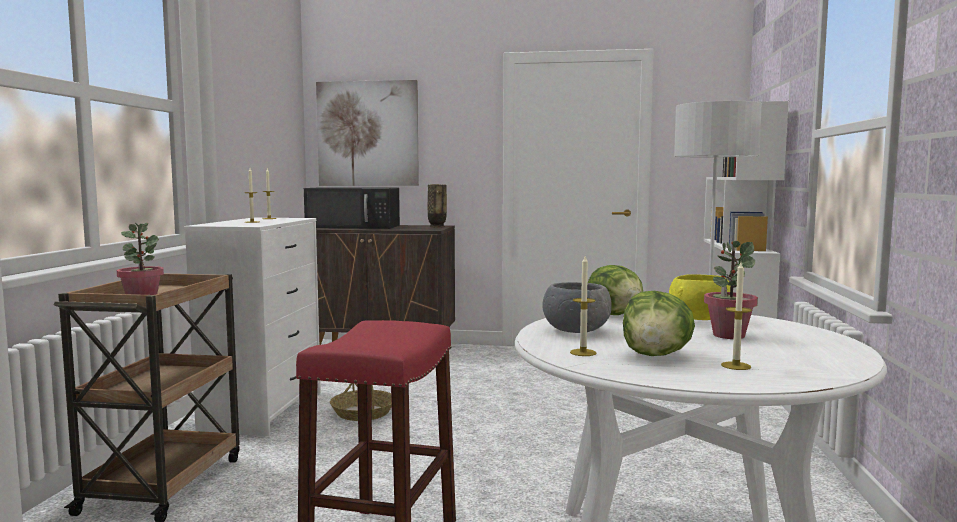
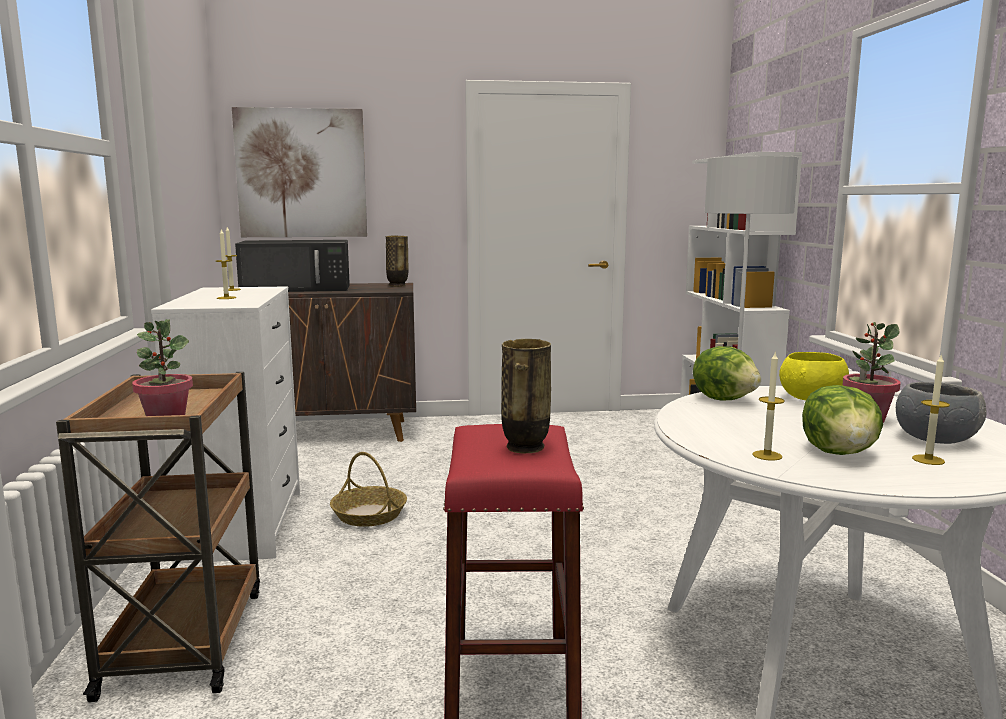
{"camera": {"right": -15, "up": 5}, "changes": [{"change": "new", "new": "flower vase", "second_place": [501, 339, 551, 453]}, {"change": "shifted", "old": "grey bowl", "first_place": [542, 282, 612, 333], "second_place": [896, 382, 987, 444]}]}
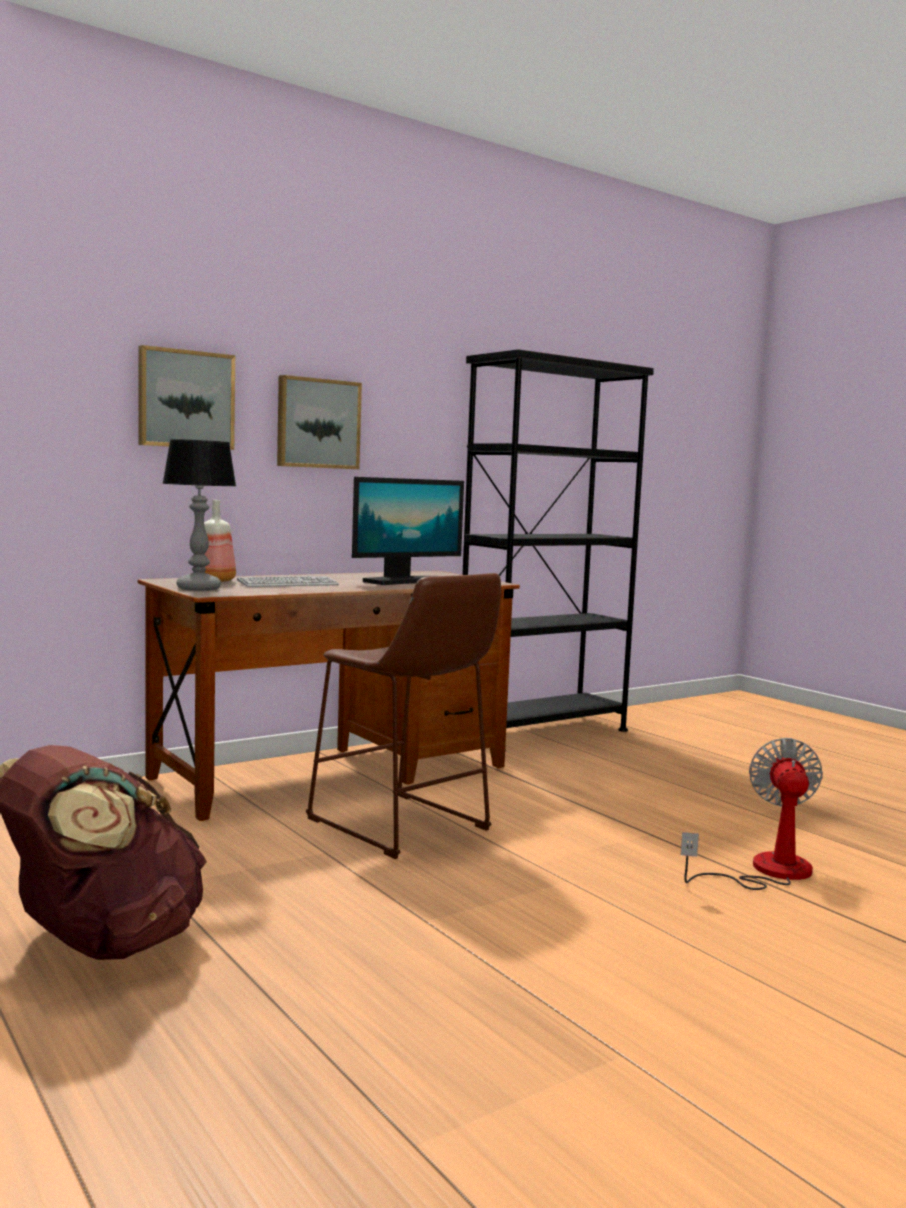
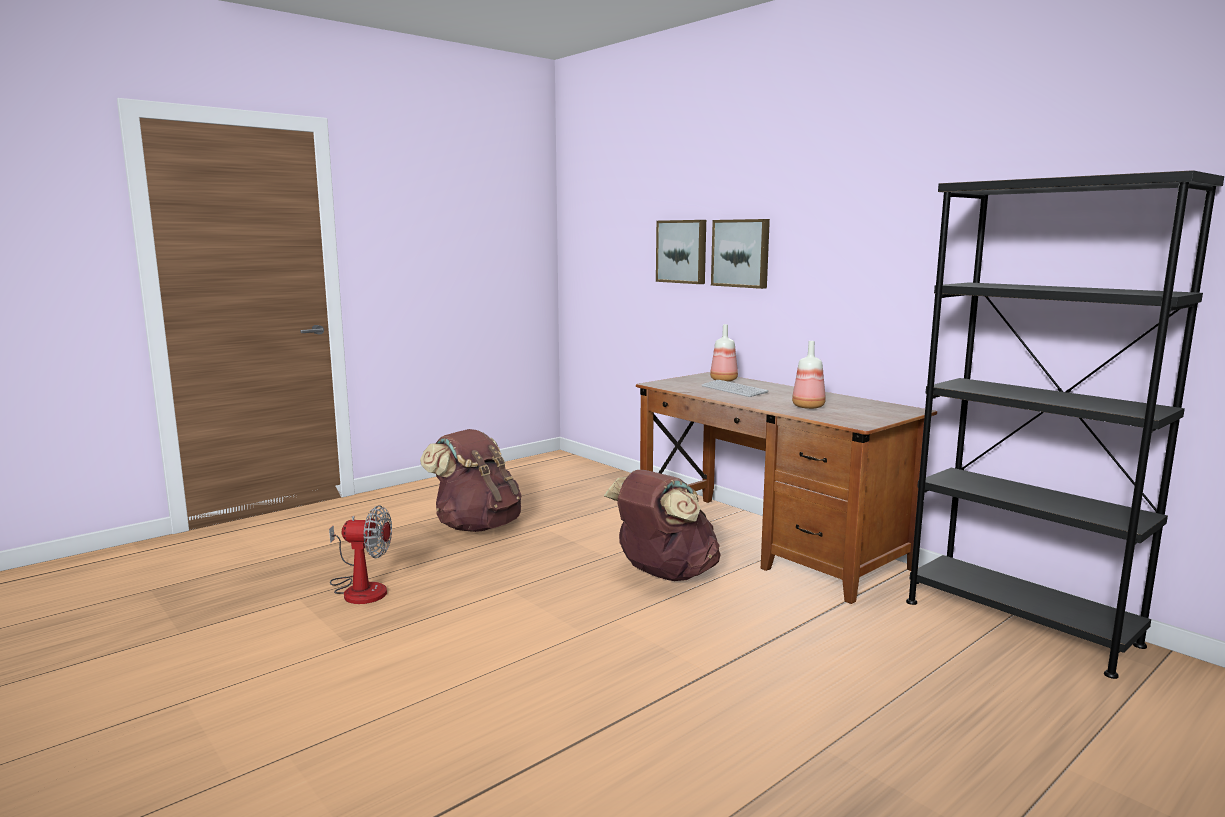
{"camera": {"right": 85, "up": 5}, "changes": [{"change": "gone", "old": "table lamp", "first_place": [162, 439, 236, 591]}, {"change": "shifted", "old": "wall picture", "first_place": [277, 375, 362, 469], "second_place": [656, 220, 706, 284]}, {"change": "shifted", "old": "electric fan", "first_place": [681, 738, 823, 890], "second_place": [329, 505, 392, 604]}, {"change": "swapped", "old": "brown sitting stool", "new": "brown rucksack", "first_place": [306, 573, 501, 859], "second_place": [604, 470, 721, 581]}, {"change": "swapped", "old": "monitor", "new": "beverage bottle", "first_place": [352, 477, 464, 585], "second_place": [792, 341, 826, 409]}]}
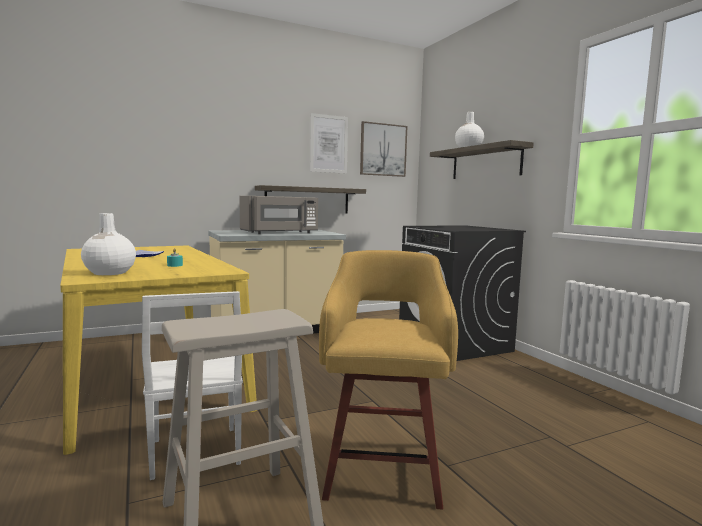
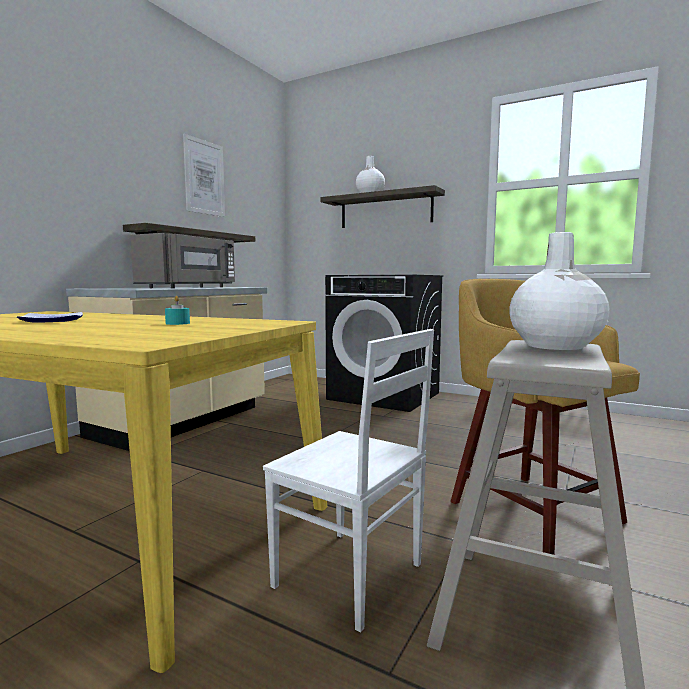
{"camera": {"right": -35, "up": 0}, "changes": [{"change": "gone", "old": "wall picture", "first_place": [360, 121, 408, 177]}, {"change": "shifted", "old": "whitish flower vase", "first_place": [81, 213, 136, 275], "second_place": [509, 232, 610, 350]}]}
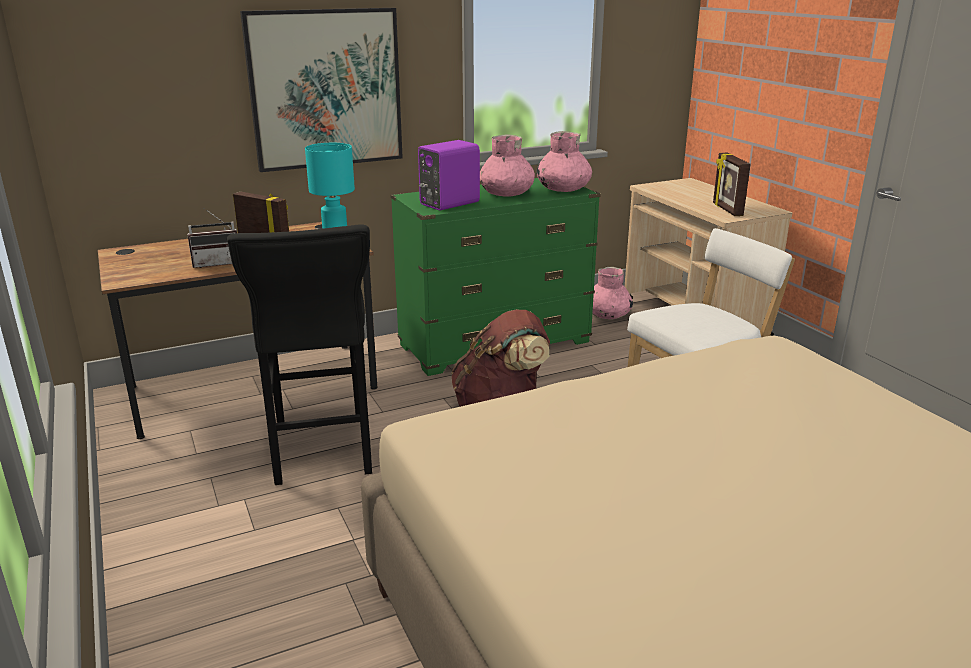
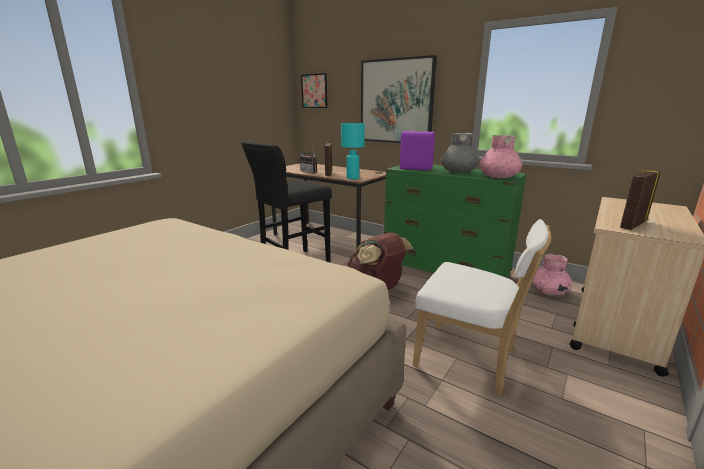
{"camera": {"right": 60, "up": -5}, "changes": [{"change": "new", "new": "wall picture", "second_place": [301, 73, 327, 108]}, {"change": "repainted", "old": "pinkish flower vase", "new": "grey flower vase", "first_place": [480, 134, 535, 197], "second_place": [441, 133, 479, 173]}]}
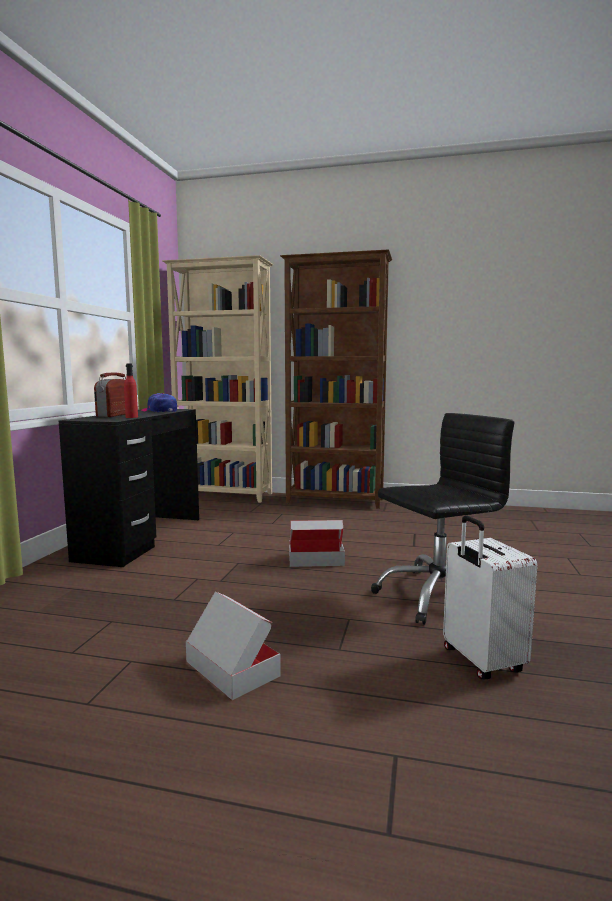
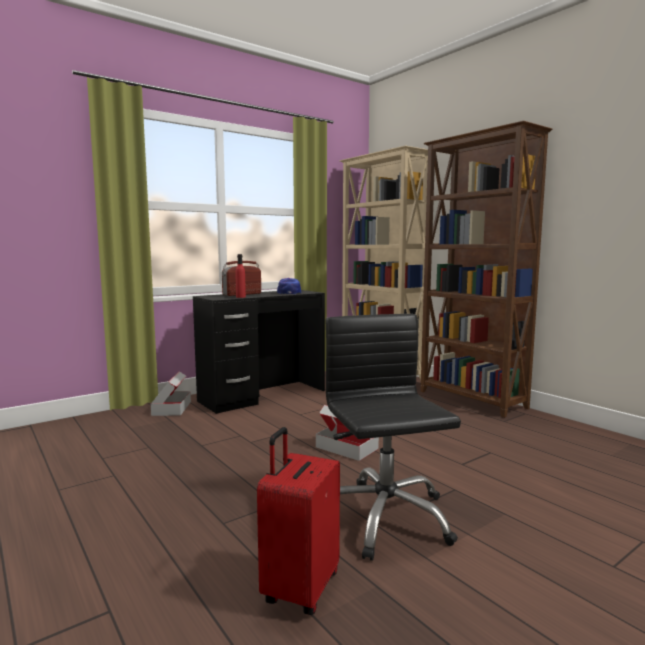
{"camera": {"right": 40, "up": 0}, "changes": [{"change": "shifted", "old": "cardboard box", "first_place": [186, 592, 281, 700], "second_place": [151, 371, 191, 416]}, {"change": "repainted", "old": "whitish piece of luggage", "new": "red piece of luggage", "first_place": [443, 515, 537, 679], "second_place": [257, 427, 340, 615]}, {"change": "rotated", "old": "black-coloured desk chair", "first_place": [371, 413, 514, 625], "second_place": [326, 314, 461, 561], "degrees": -120}]}
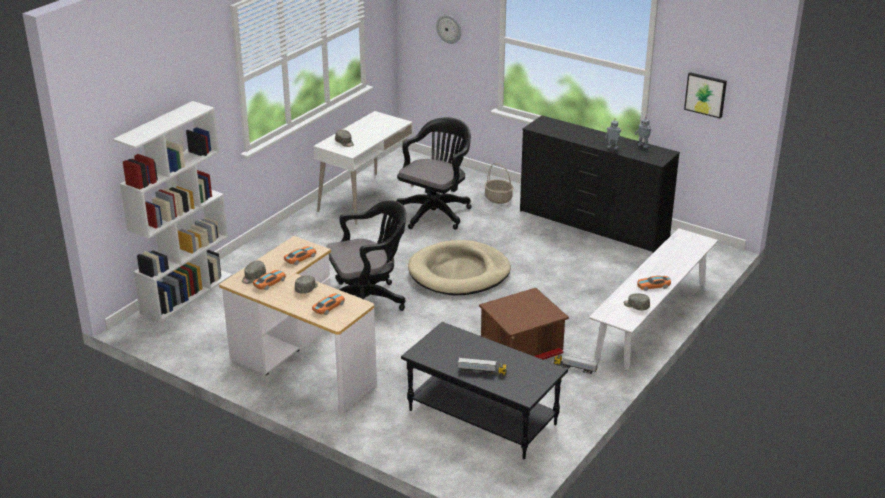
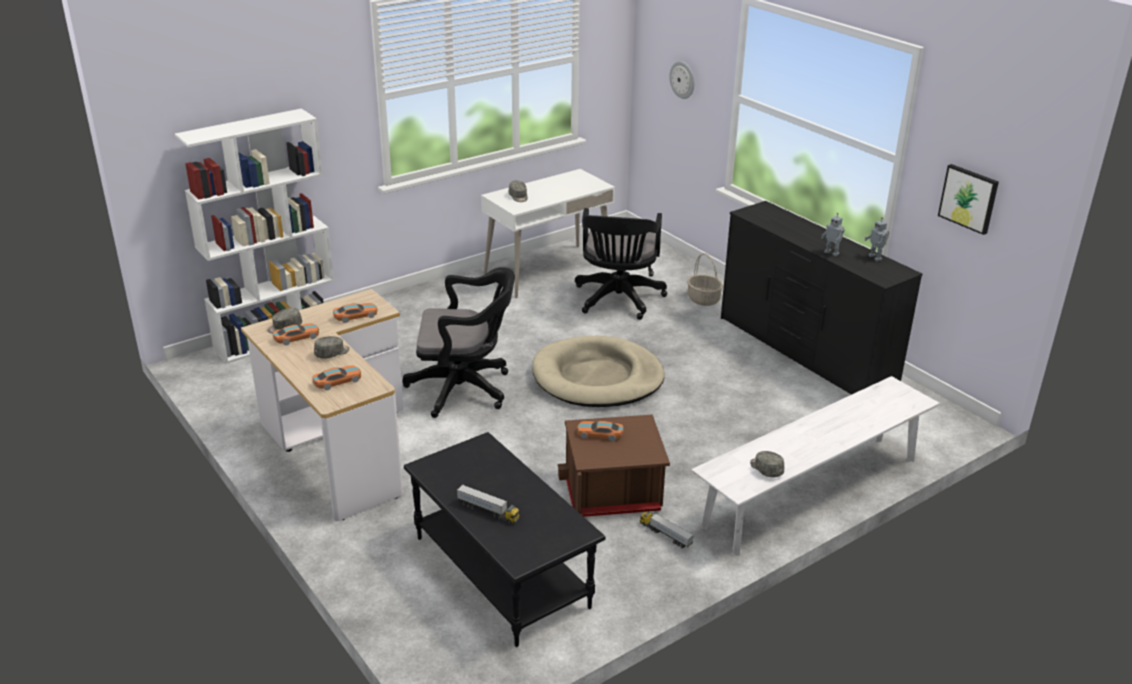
{"camera": {"right": 20, "up": 0}, "changes": [{"change": "shifted", "old": "model car", "first_place": [637, 276, 671, 291], "second_place": [577, 421, 624, 442]}, {"change": "rotated", "old": "black-coloured desk chair", "first_place": [396, 117, 472, 230], "second_place": [575, 208, 667, 320], "degrees": 135}]}
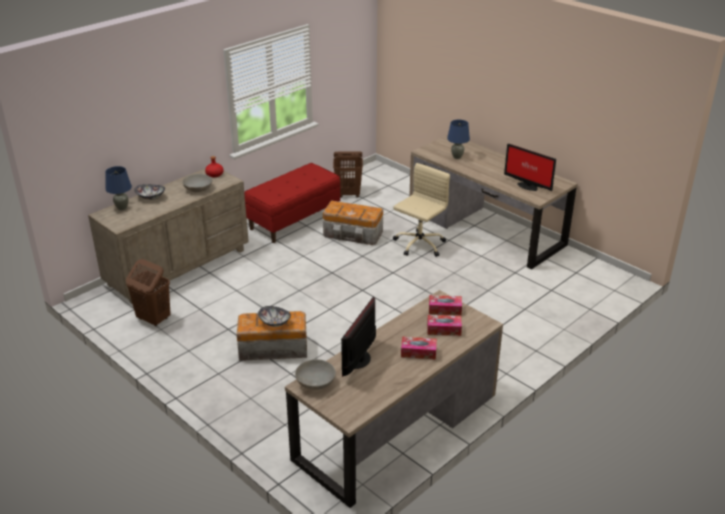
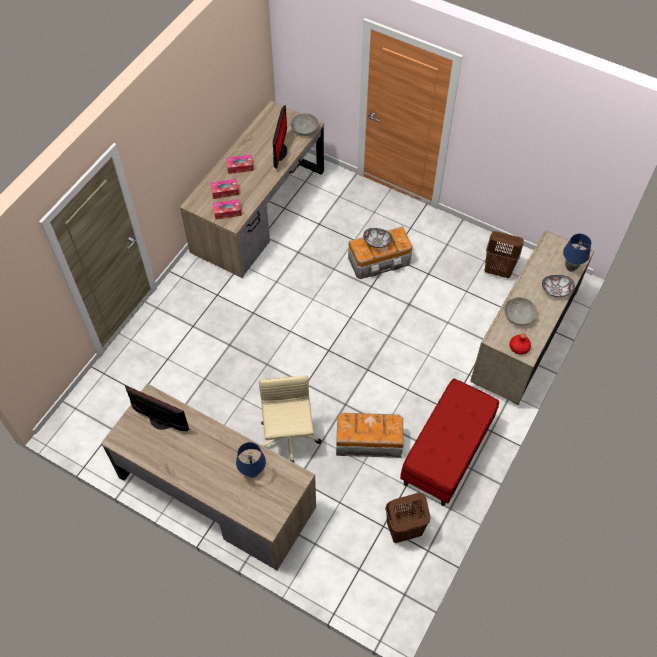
{"camera": {"right": 165, "up": 25}, "changes": [{"change": "rotated", "old": "sand-coloured desk chair", "first_place": [393, 163, 450, 257], "second_place": [259, 375, 322, 463], "degrees": 150}]}
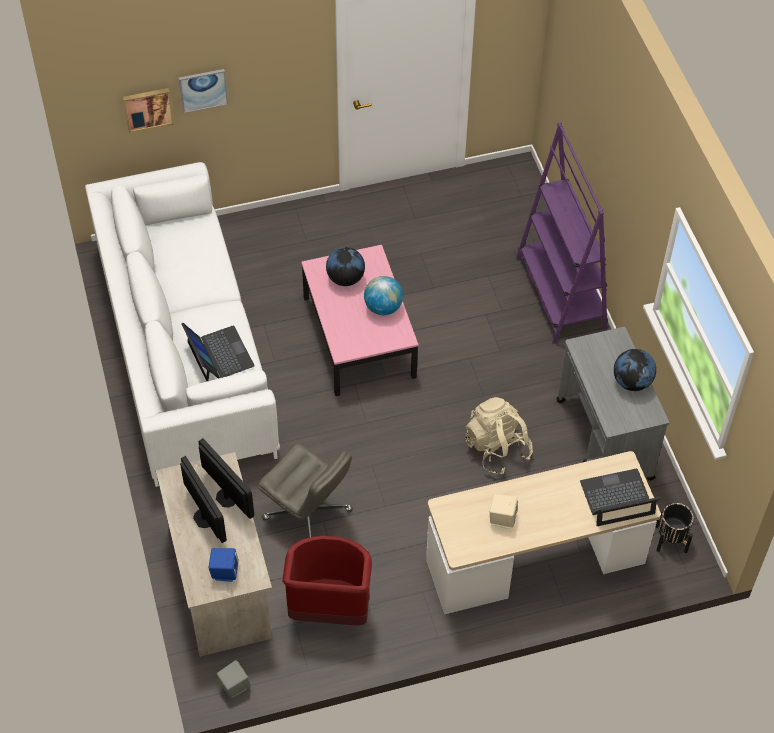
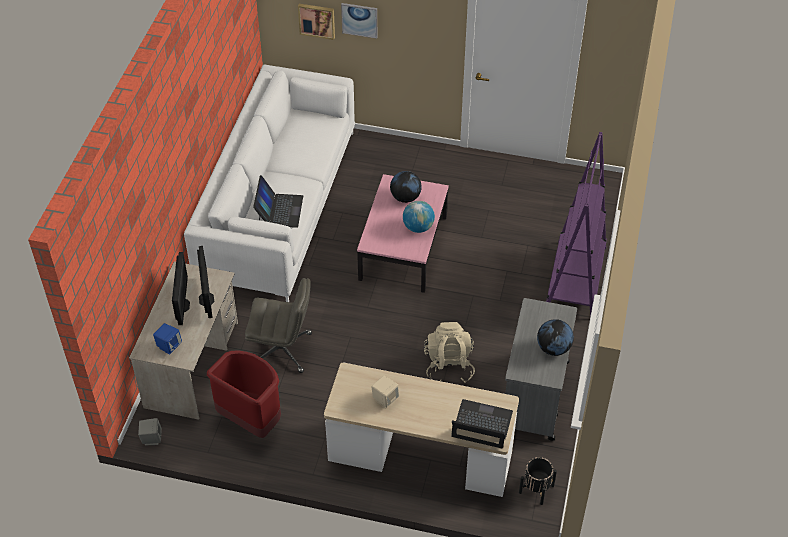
{"camera": {"right": 30, "up": -5}, "changes": [{"change": "rotated", "old": "grey desk chair", "first_place": [258, 443, 353, 537], "second_place": [245, 278, 312, 373], "degrees": -60}]}
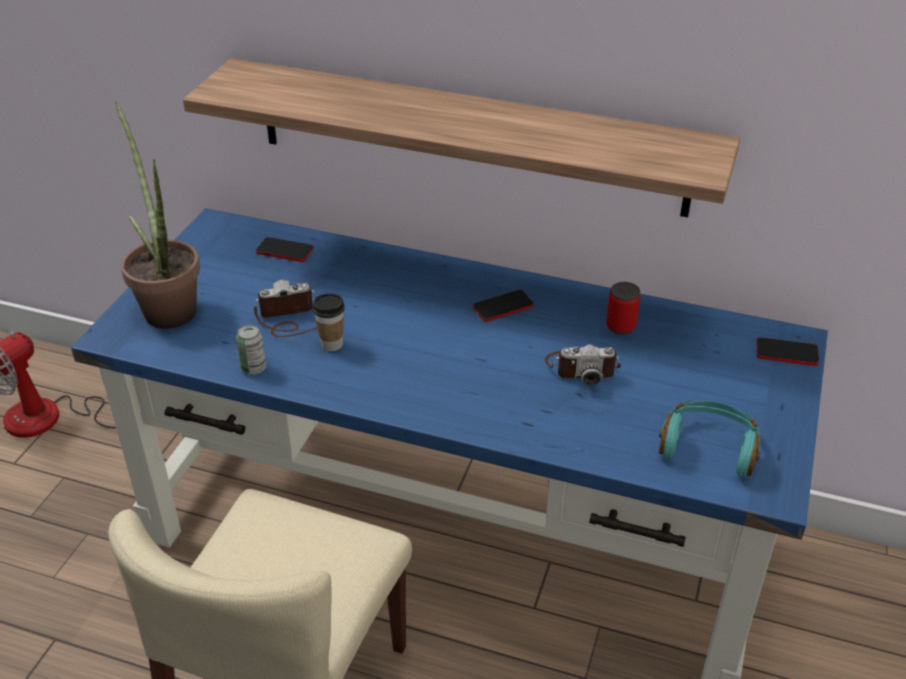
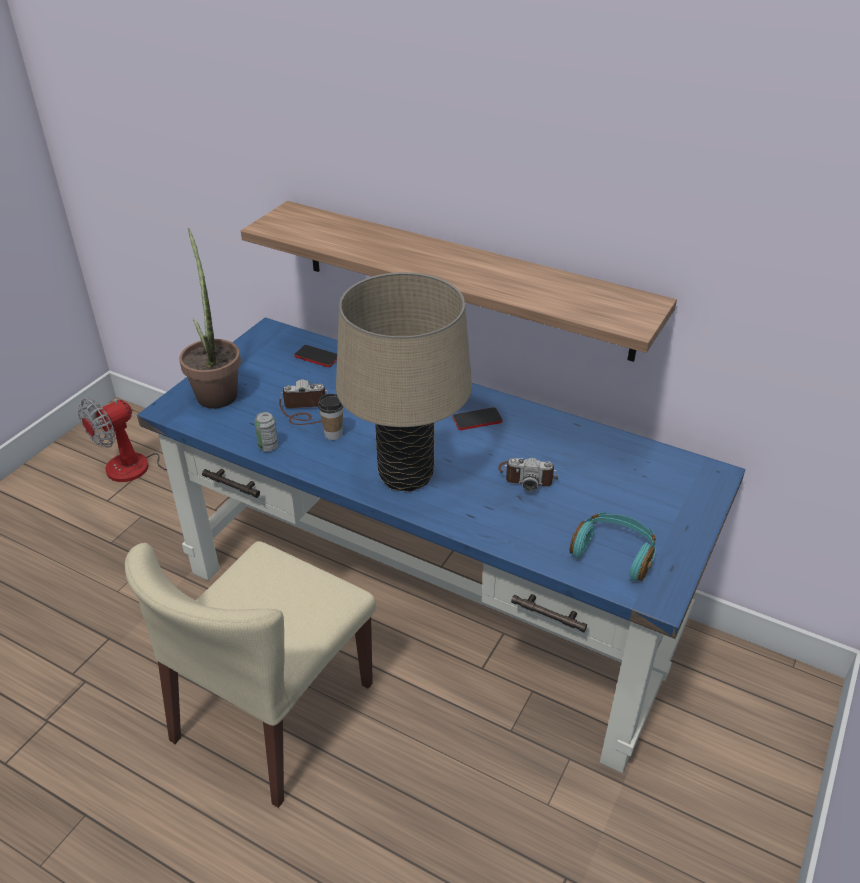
{"camera": {"right": 10, "up": 0}, "changes": [{"change": "gone", "old": "sealed can", "first_place": [606, 282, 641, 335]}, {"change": "gone", "old": "telephone", "first_place": [756, 337, 819, 366]}, {"change": "new", "new": "sand-coloured table lamp", "second_place": [336, 272, 472, 492]}]}
